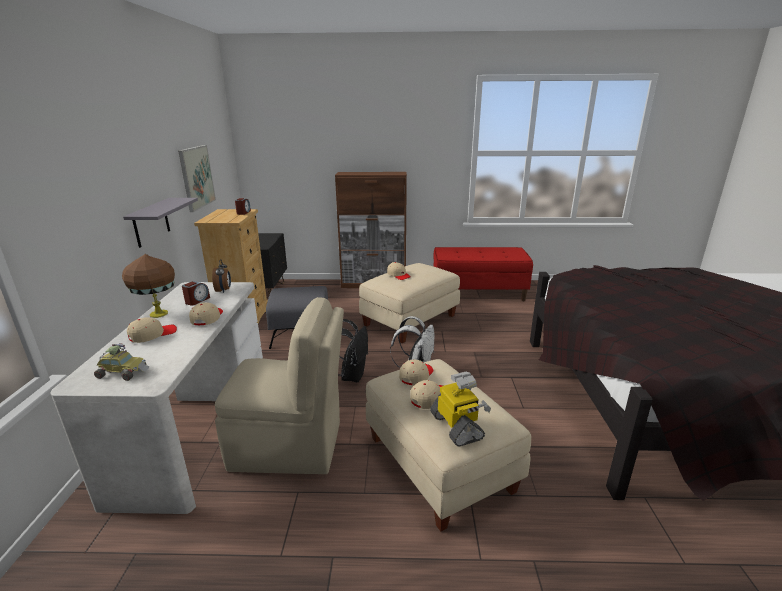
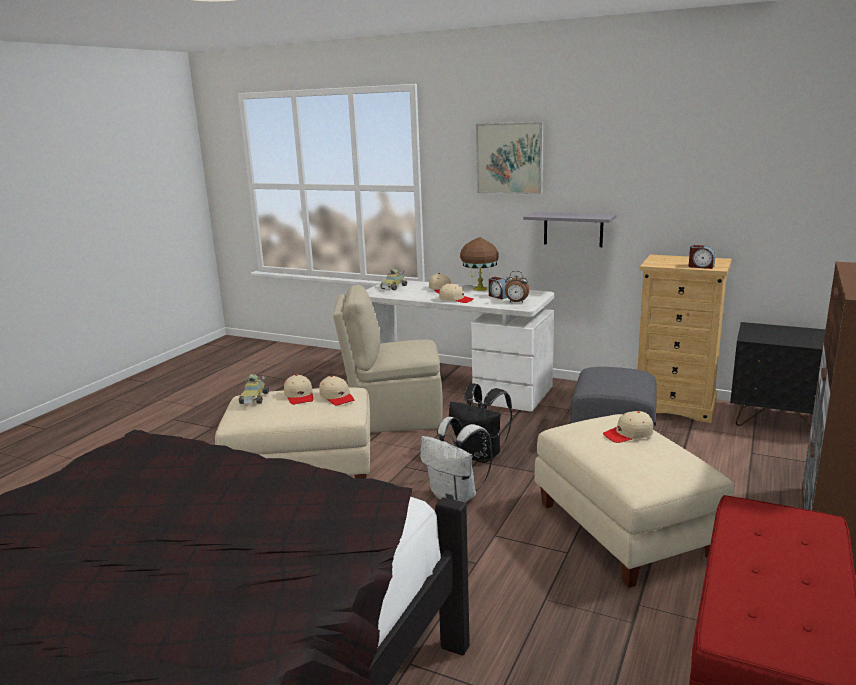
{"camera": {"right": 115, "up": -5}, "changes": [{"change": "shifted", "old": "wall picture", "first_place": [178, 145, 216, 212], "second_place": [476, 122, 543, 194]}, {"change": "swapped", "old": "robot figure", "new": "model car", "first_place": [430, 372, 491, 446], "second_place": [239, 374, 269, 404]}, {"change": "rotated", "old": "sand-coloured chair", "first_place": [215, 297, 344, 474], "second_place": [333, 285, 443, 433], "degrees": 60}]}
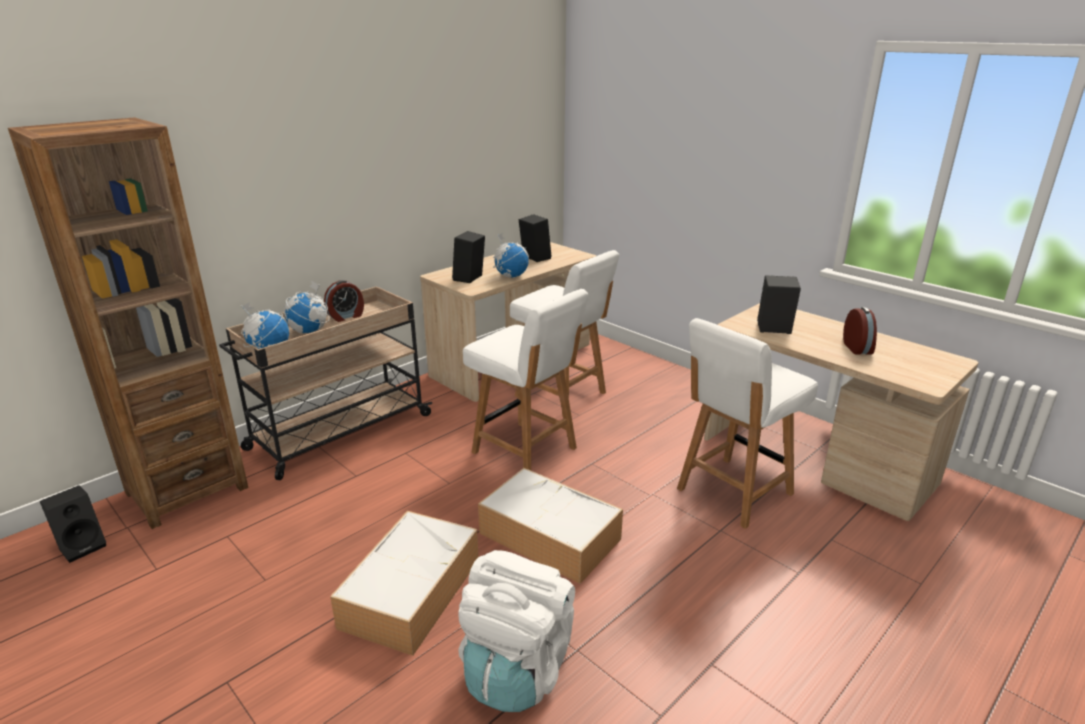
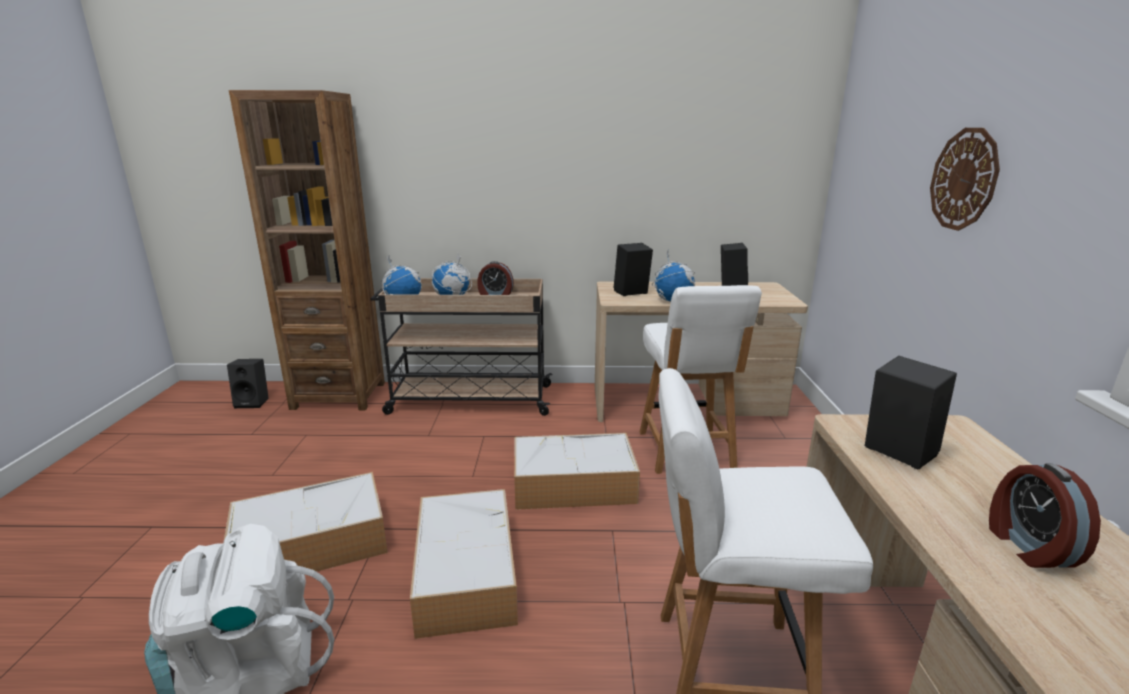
{"camera": {"right": 45, "up": -5}, "changes": [{"change": "new", "new": "hanging clock", "second_place": [930, 128, 1000, 231]}, {"change": "swapped", "old": "whitish chair", "new": "storage bin", "first_place": [463, 289, 588, 471], "second_place": [514, 433, 640, 510]}, {"change": "rotated", "old": "table clock", "first_place": [843, 307, 877, 355], "second_place": [989, 463, 1101, 568], "degrees": 135}]}
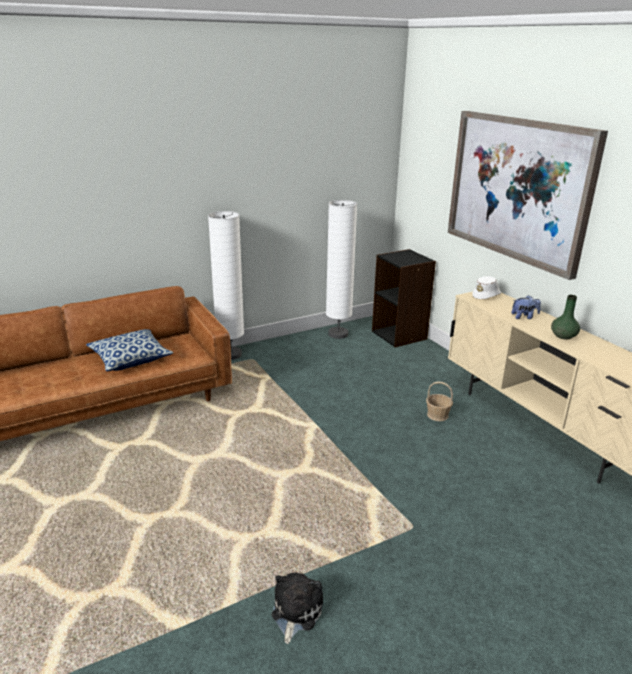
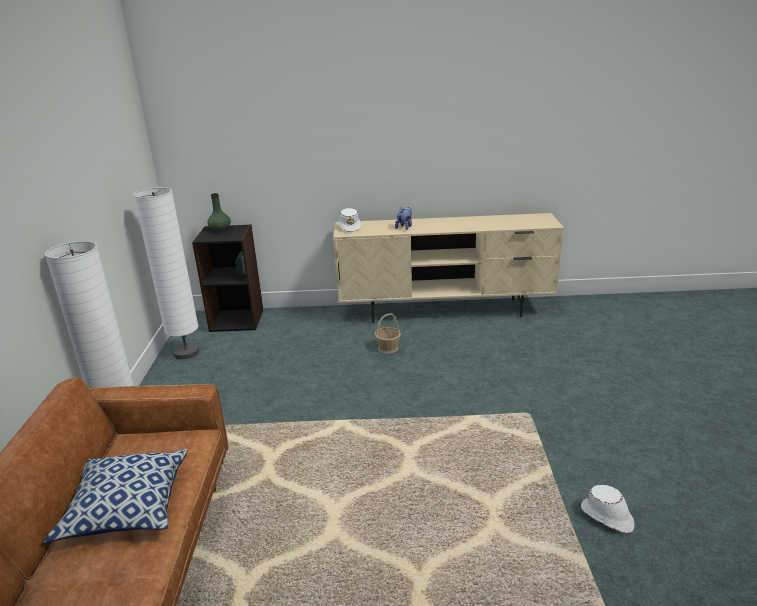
{"camera": {"right": -60, "up": 0}, "changes": [{"change": "gone", "old": "wall picture", "first_place": [448, 111, 608, 280]}, {"change": "shifted", "old": "green-coloured flower vase", "first_place": [551, 295, 580, 340], "second_place": [207, 193, 231, 232]}, {"change": "swapped", "old": "soft toy", "new": "whitish clothing hat", "first_place": [272, 572, 323, 644], "second_place": [581, 485, 635, 533]}]}
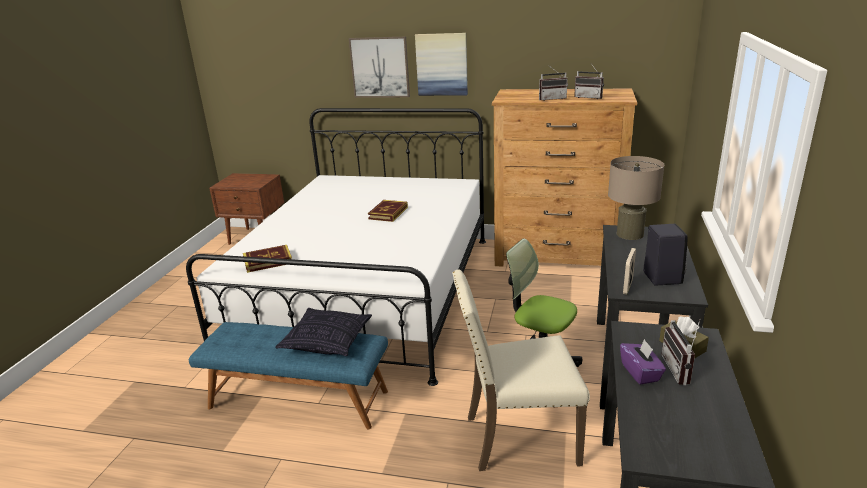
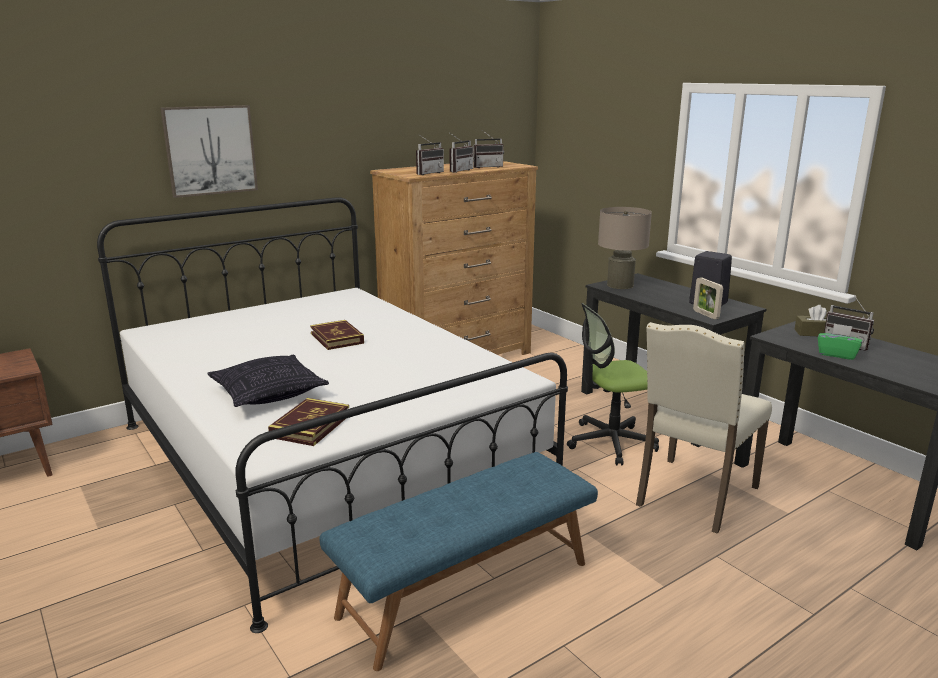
{"camera": {"right": -50, "up": -5}, "changes": [{"change": "gone", "old": "wall picture", "first_place": [415, 33, 468, 96]}, {"change": "new", "new": "radio", "second_place": [416, 134, 444, 175]}, {"change": "shifted", "old": "throw pillow", "first_place": [275, 308, 372, 356], "second_place": [207, 355, 329, 407]}, {"change": "repainted", "old": "purplish tissue box", "new": "green-coloured tissue box", "first_place": [620, 339, 666, 385], "second_place": [818, 323, 862, 360]}]}
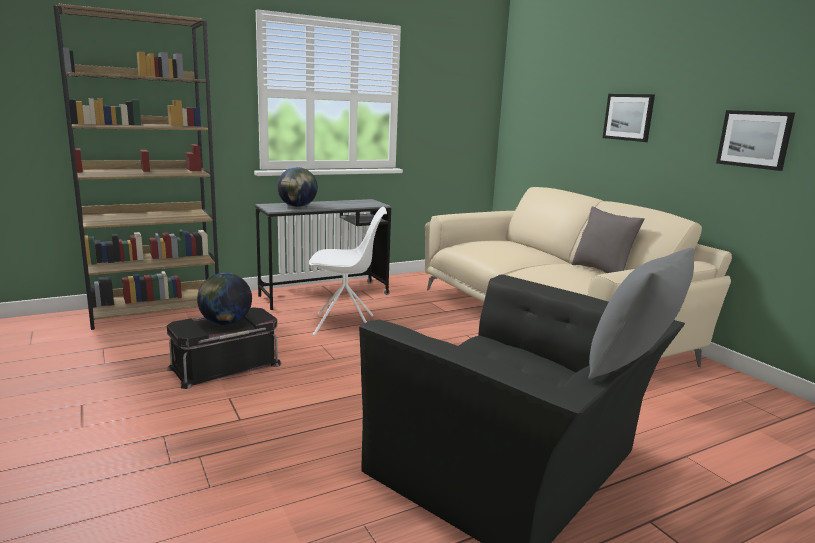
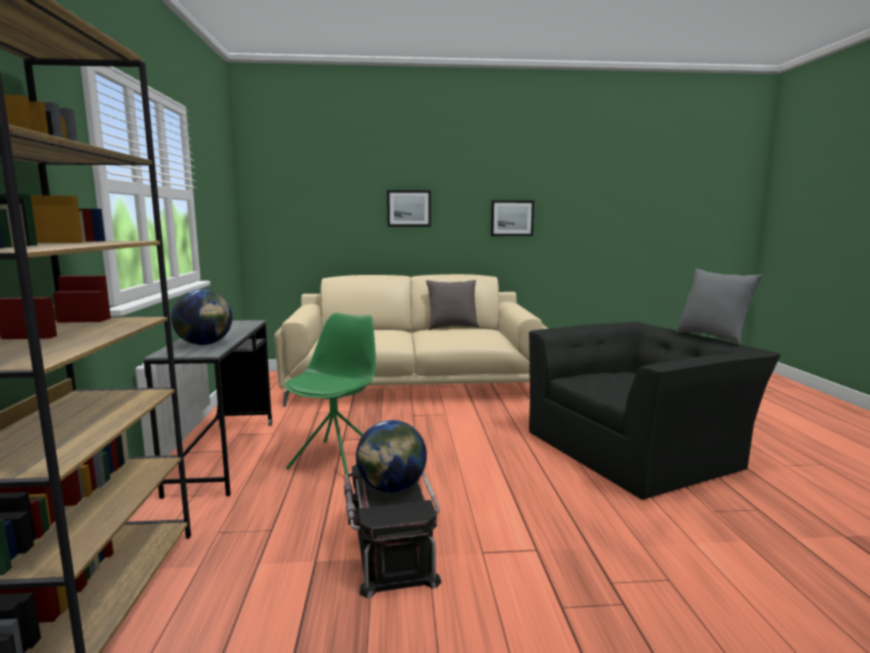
{"camera": {"right": -65, "up": -5}, "changes": [{"change": "repainted", "old": "whitish chair", "new": "green-coloured chair", "first_place": [309, 207, 387, 336], "second_place": [285, 313, 376, 480]}]}
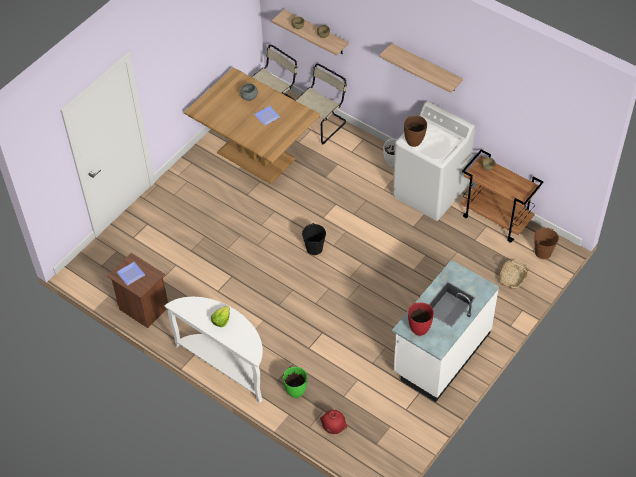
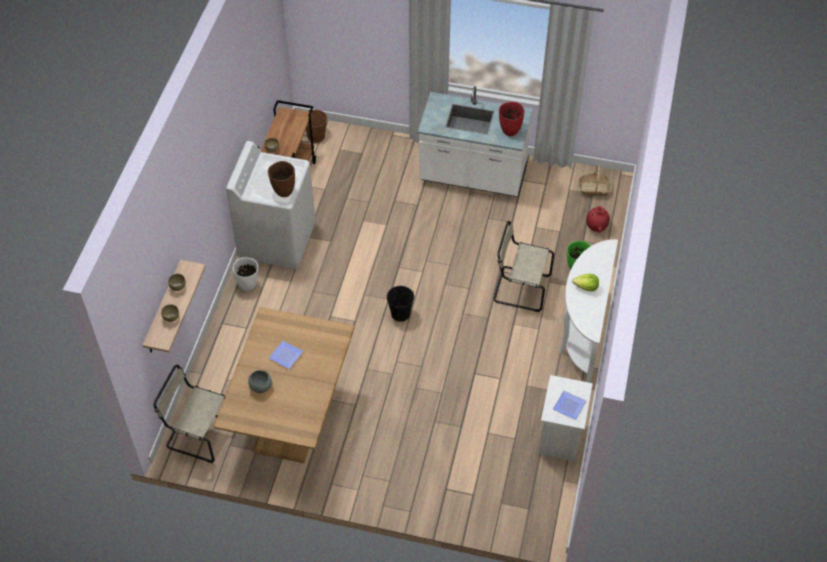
{"camera": {"right": -115, "up": 0}, "changes": [{"change": "gone", "old": "bracket shelf", "first_place": [379, 43, 463, 93]}, {"change": "shifted", "old": "sand-coloured chair", "first_place": [295, 63, 347, 145], "second_place": [494, 221, 554, 312]}, {"change": "shifted", "old": "basket", "first_place": [499, 260, 529, 289], "second_place": [578, 165, 612, 196]}, {"change": "repainted", "old": "brown bedside table", "new": "whitish bedside table", "first_place": [107, 253, 168, 328], "second_place": [538, 375, 593, 461]}]}
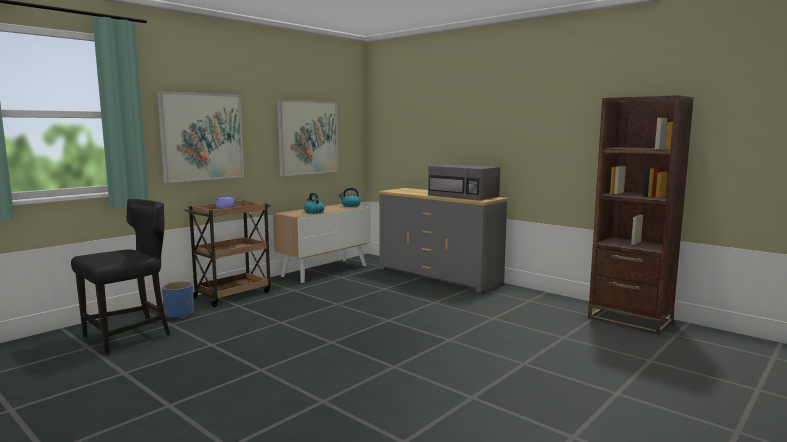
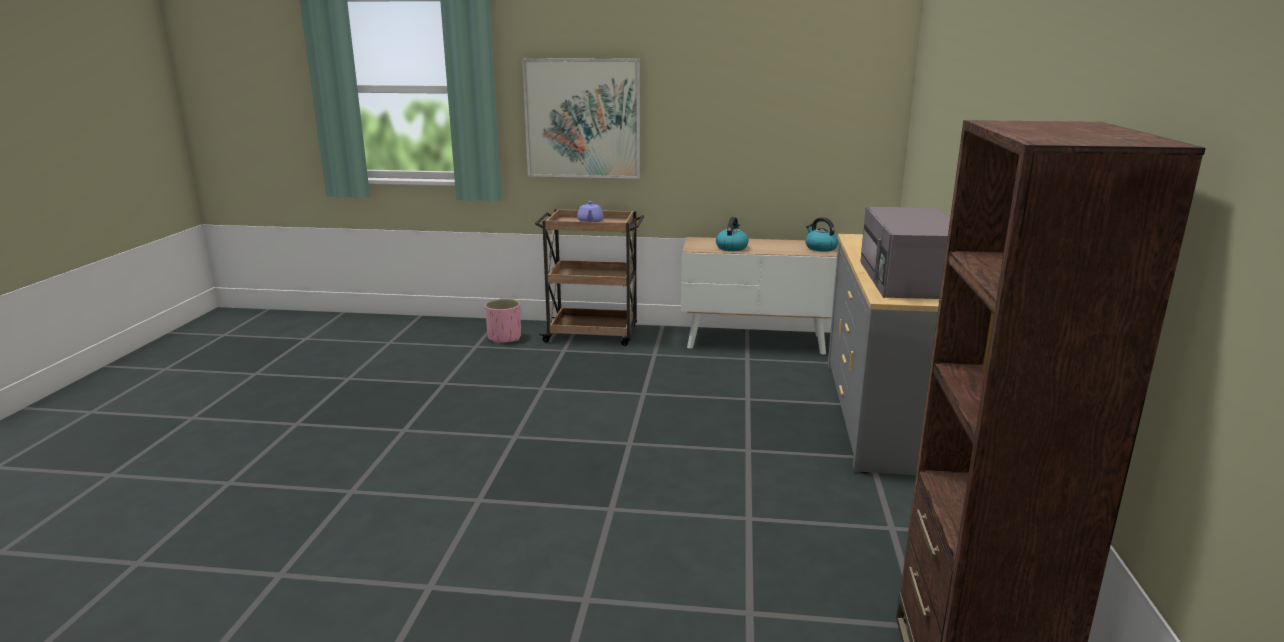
{"camera": {"right": 55, "up": 10}, "changes": [{"change": "gone", "old": "black-coloured chair", "first_place": [71, 199, 170, 355]}, {"change": "gone", "old": "wall picture", "first_place": [277, 99, 338, 176]}, {"change": "repainted", "old": "bluish flower pot", "new": "pinkish flower pot", "first_place": [162, 281, 194, 319], "second_place": [485, 298, 521, 344]}]}
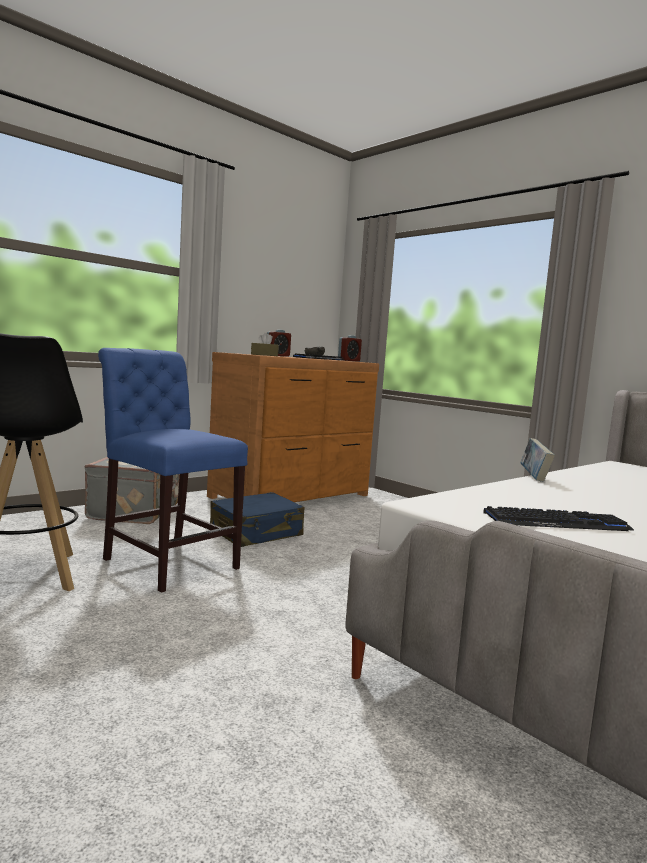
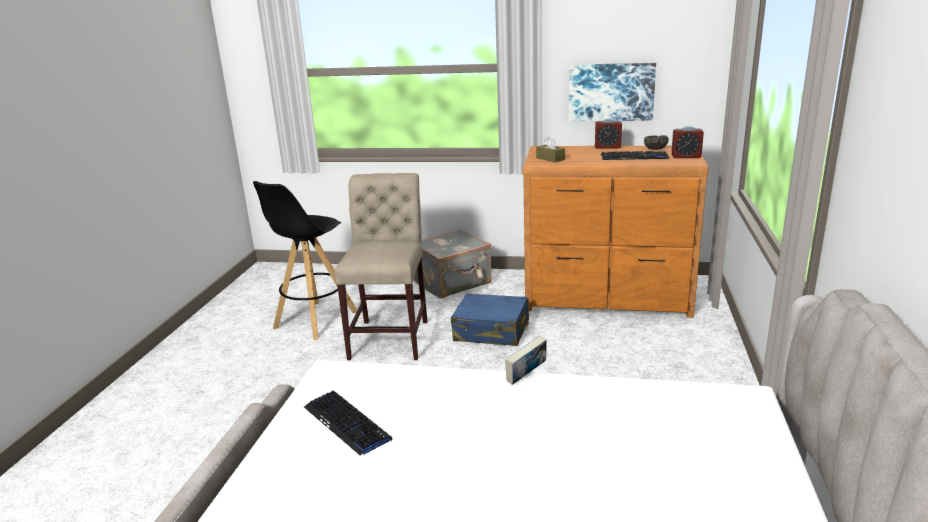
{"camera": {"right": 55, "up": 15}, "changes": [{"change": "new", "new": "wall picture", "second_place": [569, 63, 656, 121]}, {"change": "repainted", "old": "bluish chair", "new": "sand-coloured chair", "first_place": [98, 348, 248, 593], "second_place": [334, 173, 428, 360]}]}
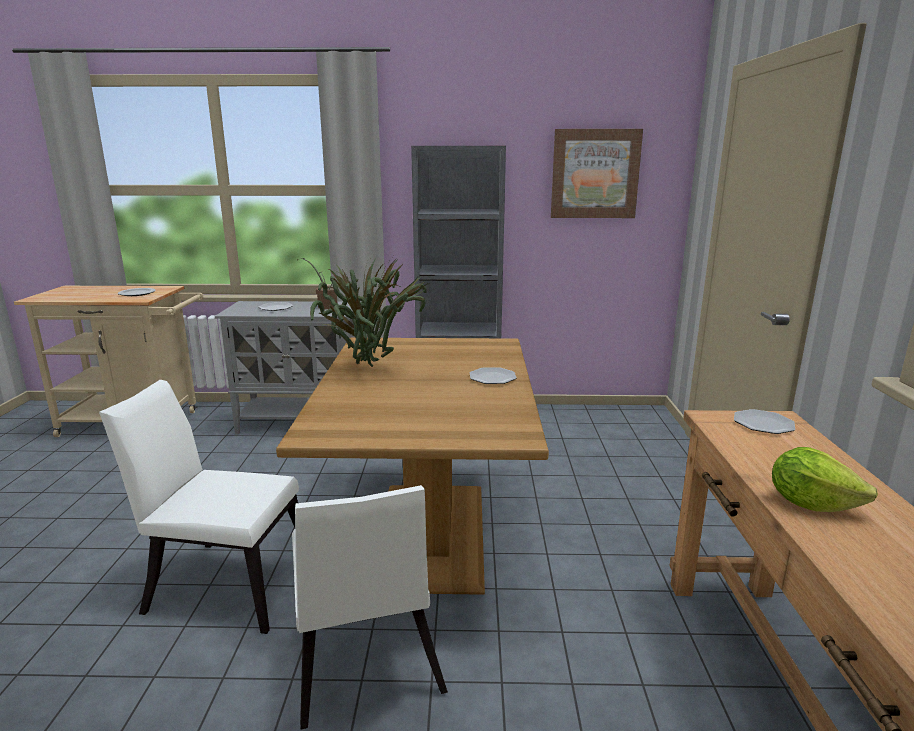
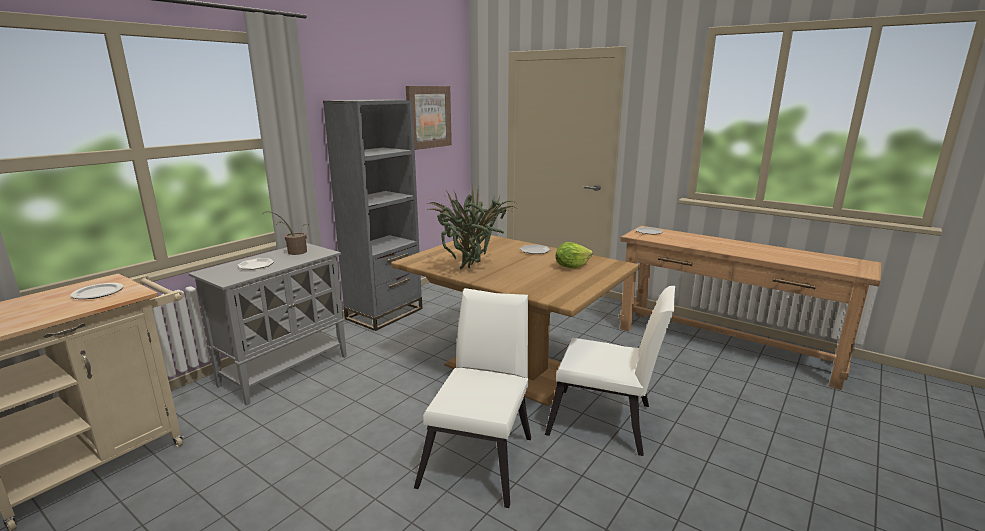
{"camera": {"right": -55, "up": 0}, "changes": [{"change": "shifted", "old": "head of lettuce", "first_place": [772, 447, 878, 512], "second_place": [556, 242, 593, 268]}, {"change": "rotated", "old": "whitish chair", "first_place": [99, 380, 299, 634], "second_place": [414, 288, 531, 508], "degrees": 150}]}
